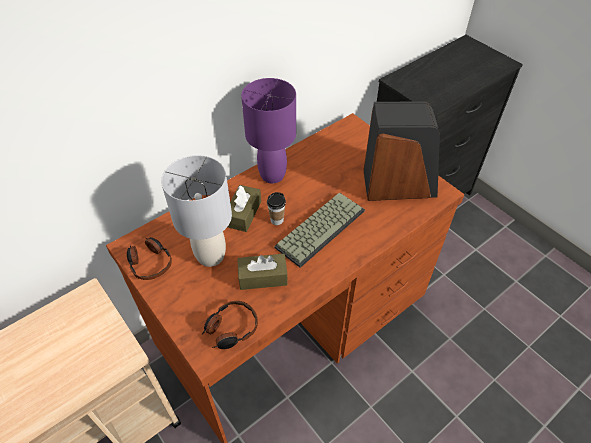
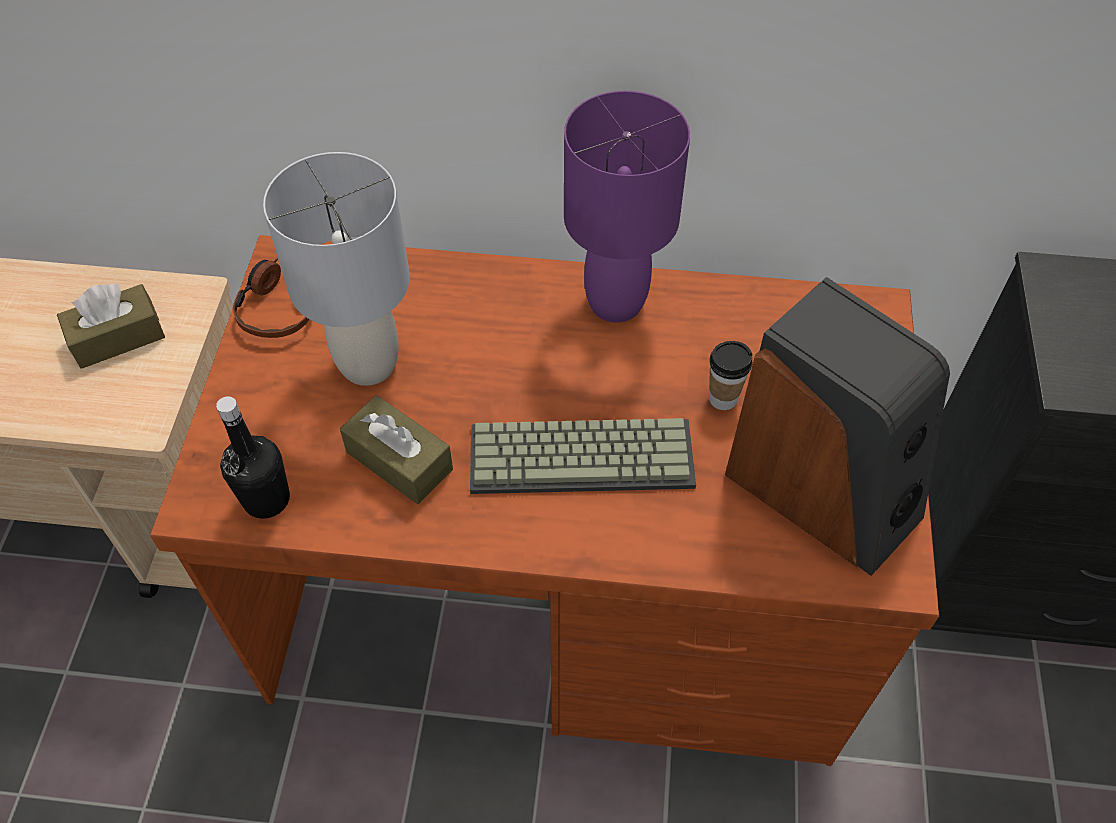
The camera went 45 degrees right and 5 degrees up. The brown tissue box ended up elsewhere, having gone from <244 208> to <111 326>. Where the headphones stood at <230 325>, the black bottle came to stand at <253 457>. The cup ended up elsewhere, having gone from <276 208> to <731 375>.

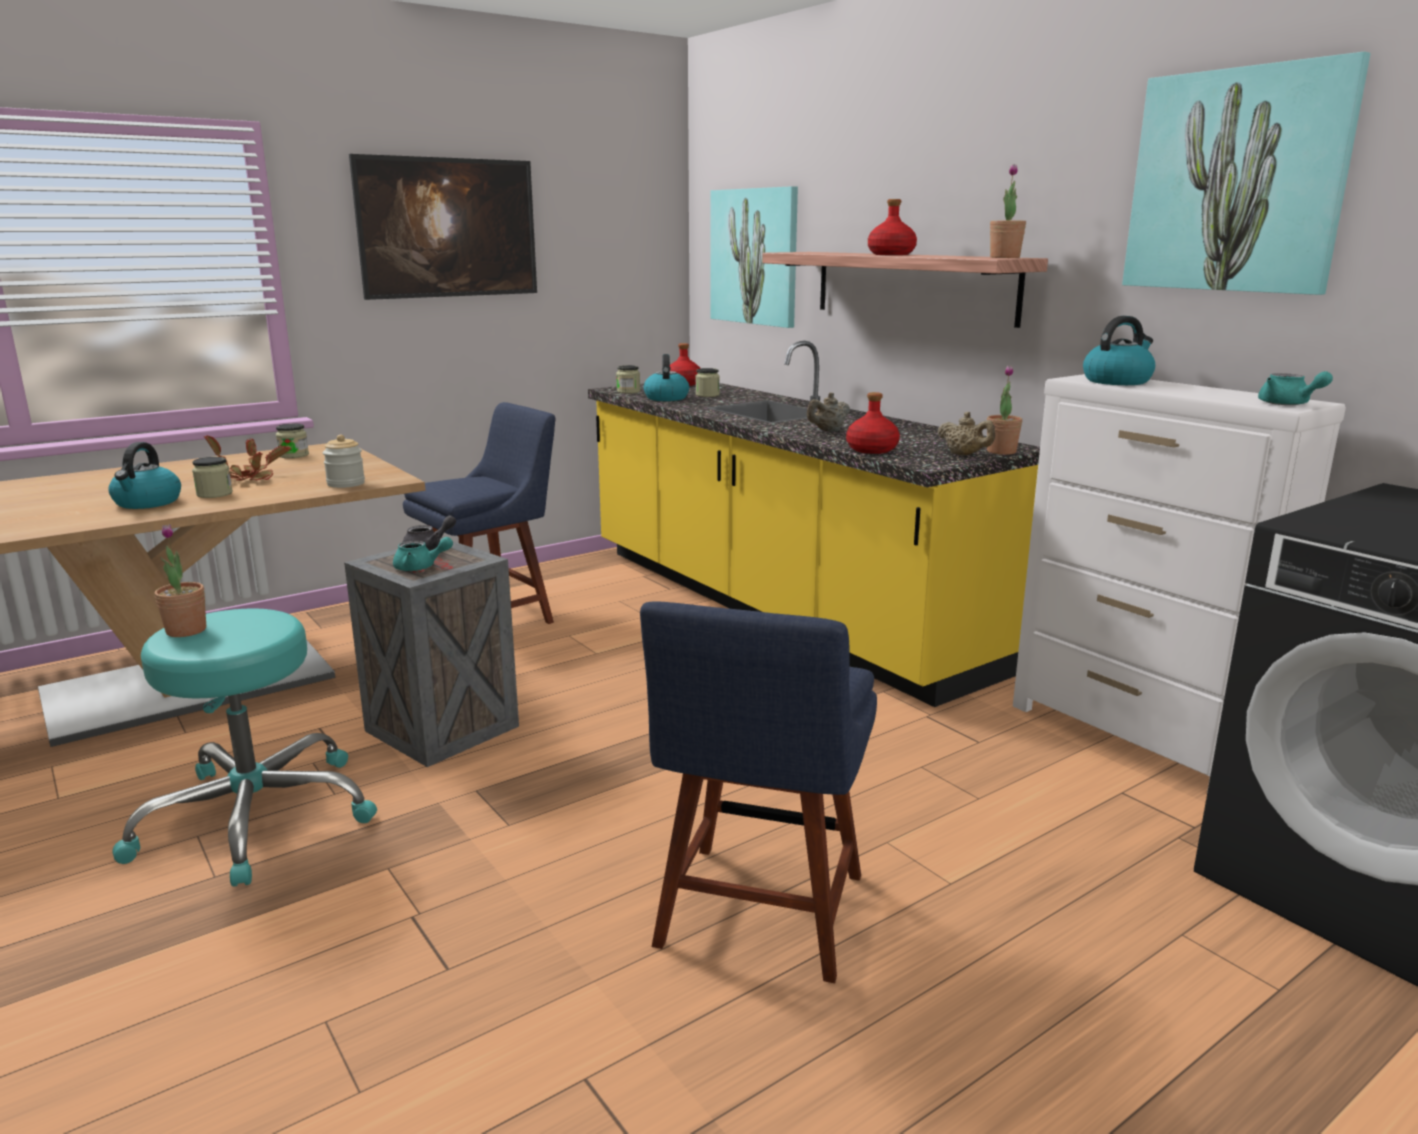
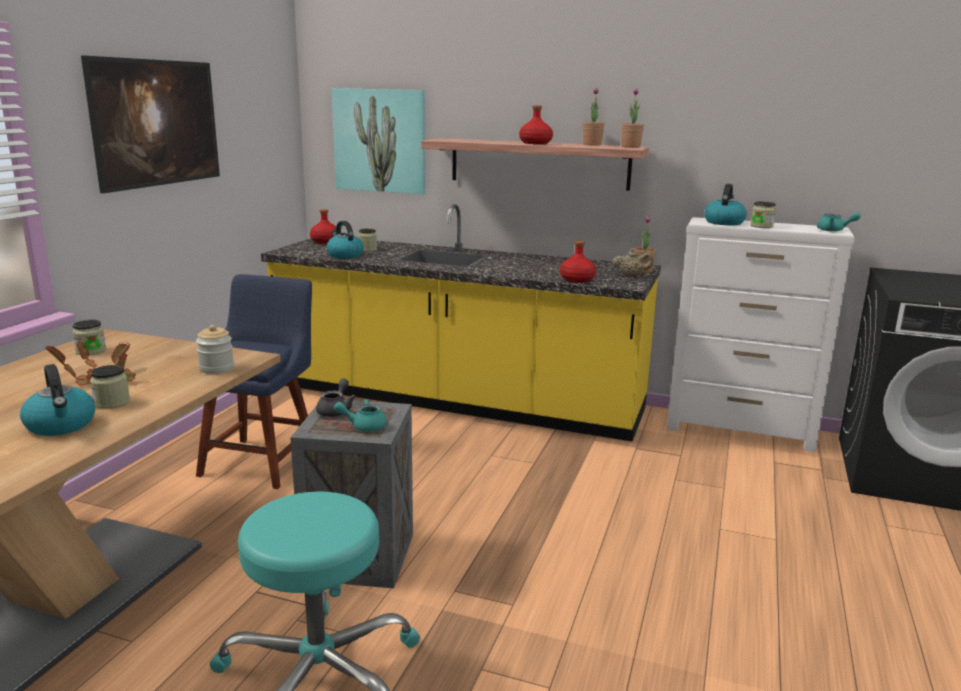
The camera went 35 degrees left and 0 degrees up. The turquoise teapot at <423 554> ended up facing another way, 150 degrees counterclockwise from before. The potted plant ended up elsewhere, having gone from <180 580> to <594 116>. The jar ended up elsewhere, having gone from <628 379> to <763 214>. The second view lost the blue chair at <758 792>. The second view lost the beige teapot at <828 412>. The second view lost the picture at <1246 173>.

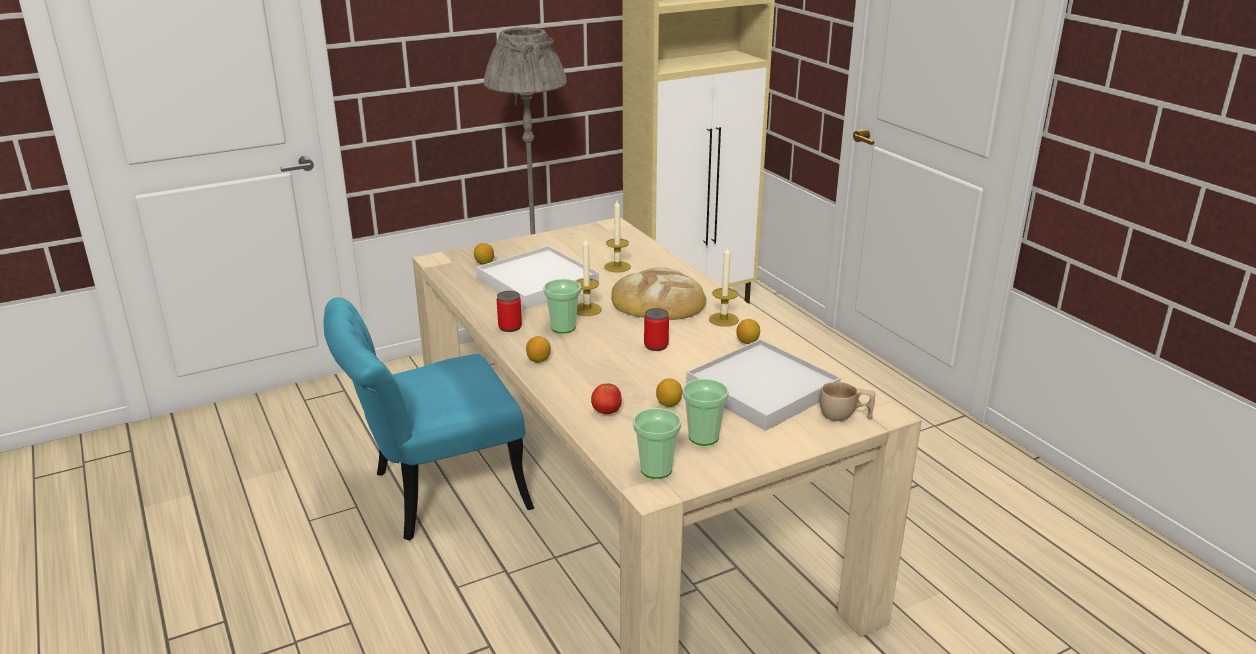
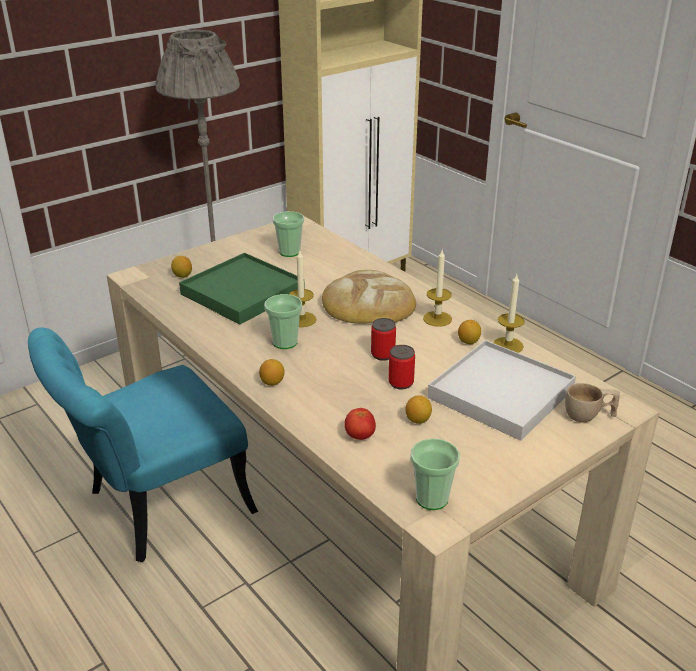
The camera went 10 degrees left and 5 degrees up. What was the white tray at <537 277> turned into the green tray at <242 289>. The cup ended up elsewhere, having gone from <706 412> to <288 234>. The can ended up elsewhere, having gone from <509 311> to <401 367>. The candle ended up elsewhere, having gone from <617 236> to <509 313>.

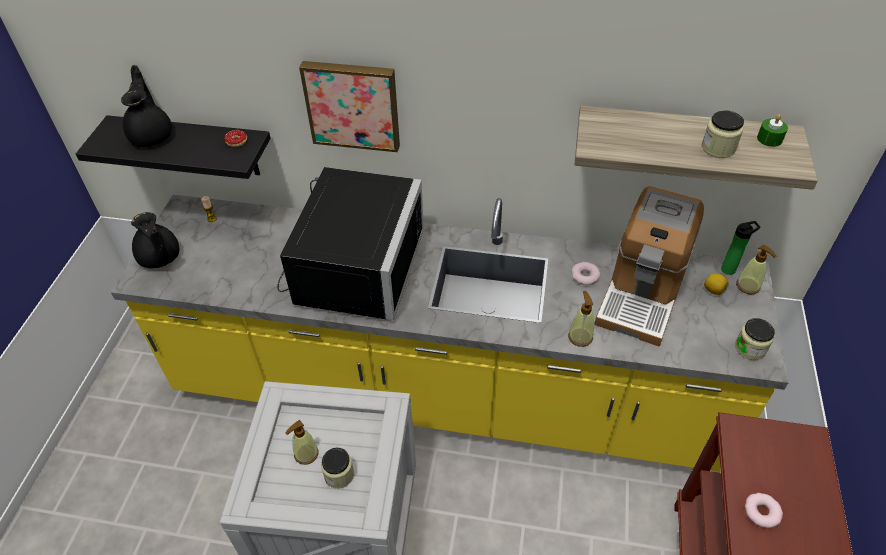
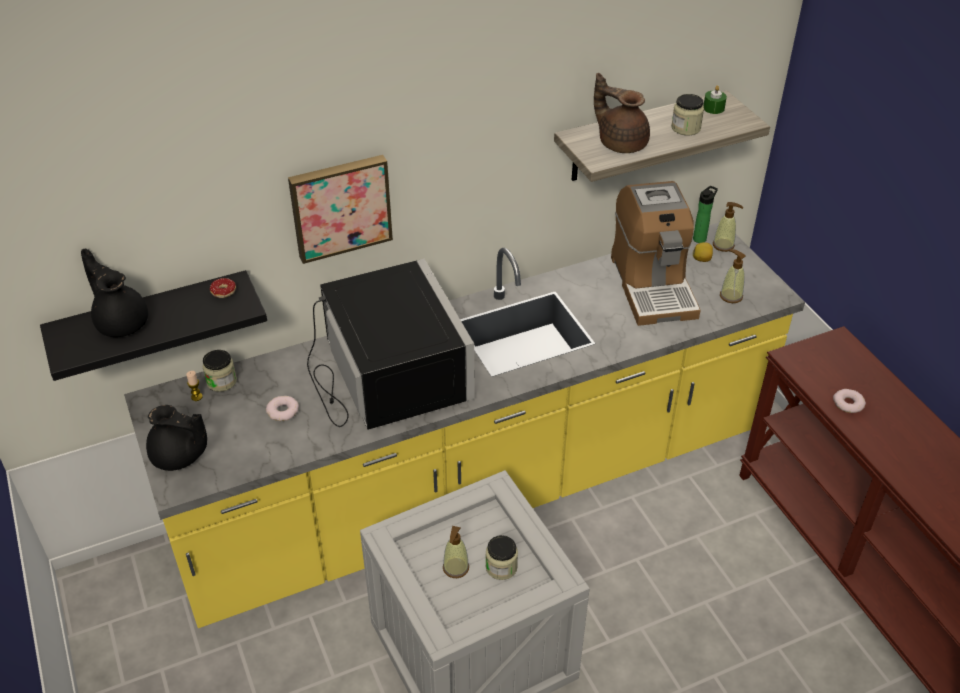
The camera went 35 degrees left and 5 degrees down. The jar ended up elsewhere, having gone from <755 339> to <220 371>. The donut ended up elsewhere, having gone from <586 273> to <282 408>. The second view gained the brown teapot at <622 113>. The soap dispenser ended up elsewhere, having gone from <581 319> to <733 276>.

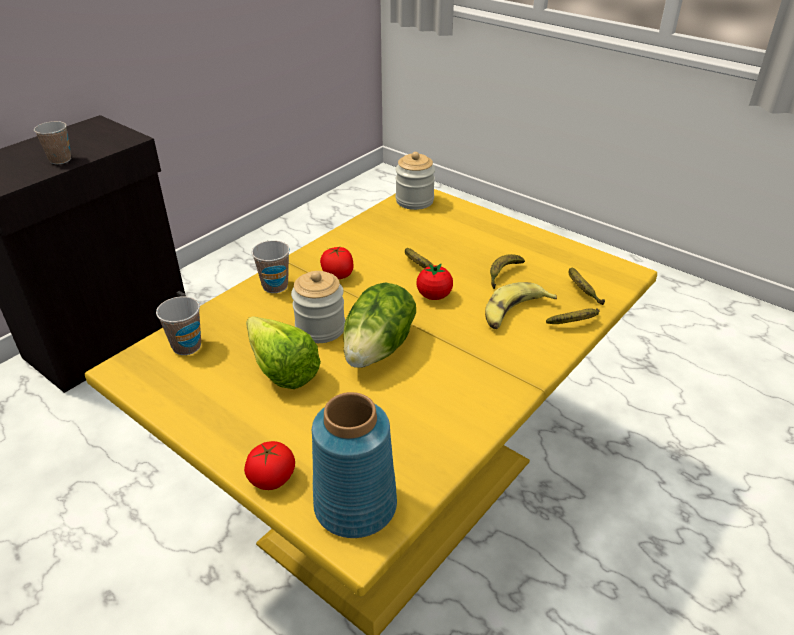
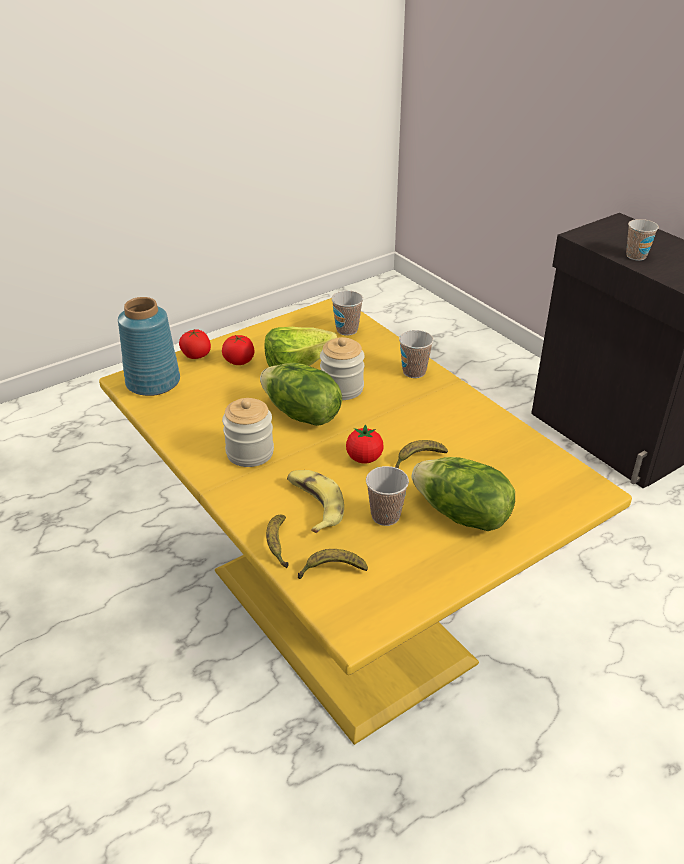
The camera went 105 degrees right and 0 degrees up. The tomato ended up elsewhere, having gone from <336 263> to <238 350>. The jar ended up elsewhere, having gone from <415 181> to <248 432>. Where the banana stood at <507 271>, the cup came to stand at <387 496>. The second view gained the lettuce at <463 494>.

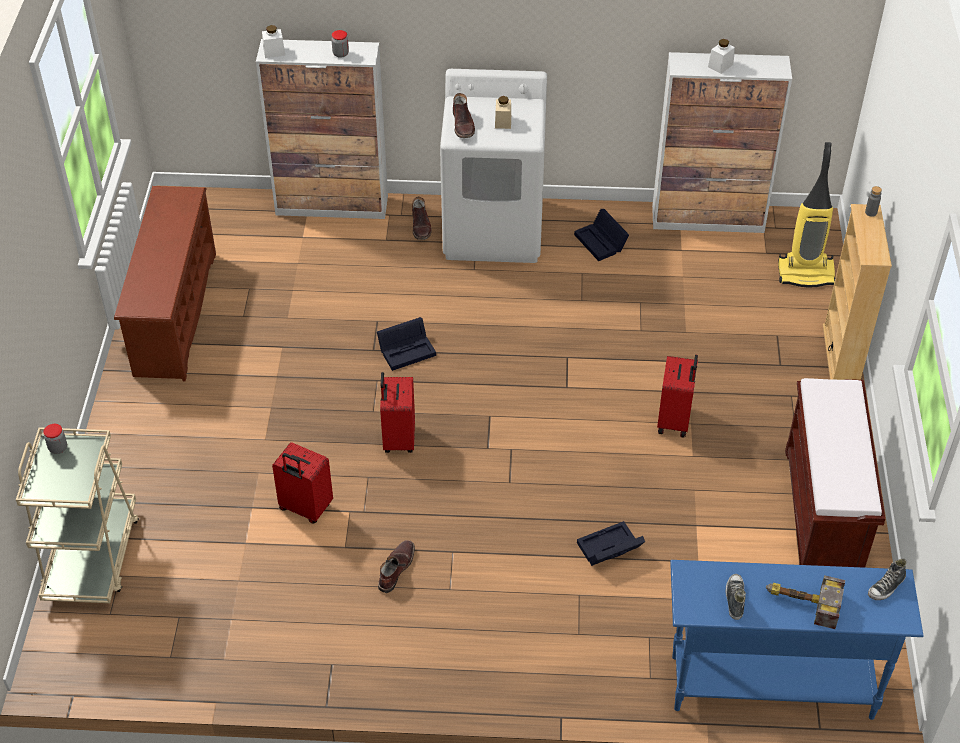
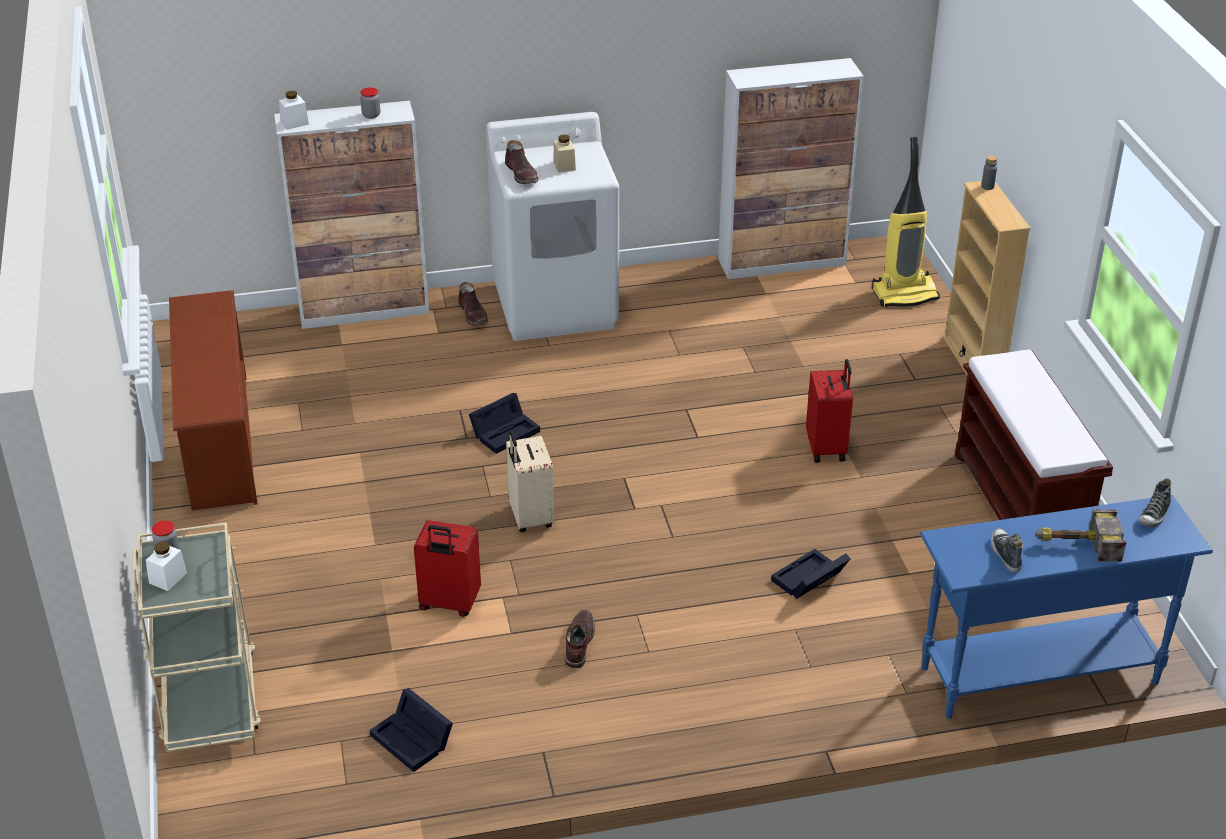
The camera went 15 degrees left and 10 degrees down. The white jar ended up elsewhere, having gone from <721 56> to <166 566>. The black storage box ended up elsewhere, having gone from <601 235> to <411 730>. What was the red suitcase at <397 412> turned into the beige suitcase at <530 481>.

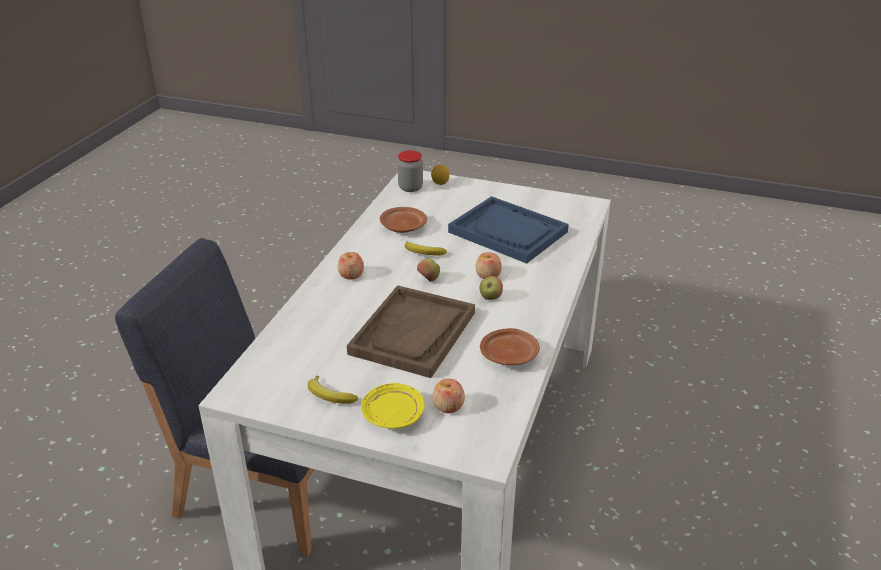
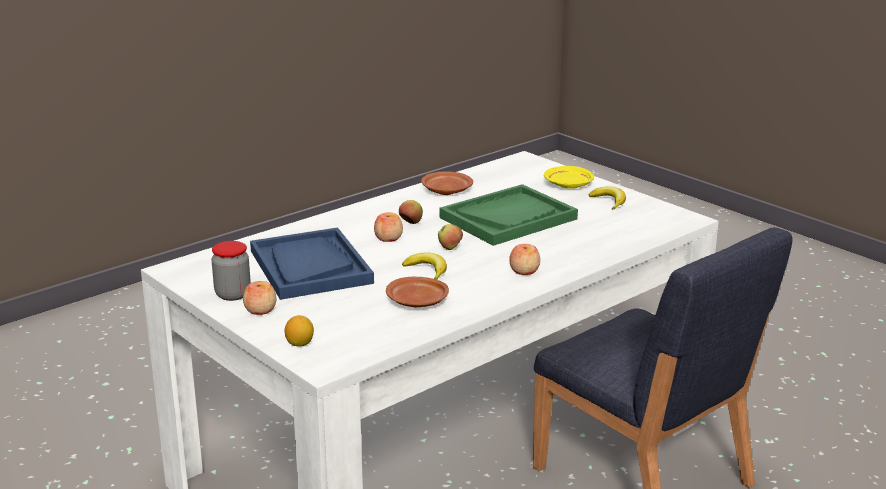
The camera went 150 degrees left and 10 degrees down. The jar ended up elsewhere, having gone from <410 171> to <231 271>. The apple ended up elsewhere, having gone from <448 396> to <259 298>. What was the brown tray at <411 331> turned into the green tray at <508 215>.

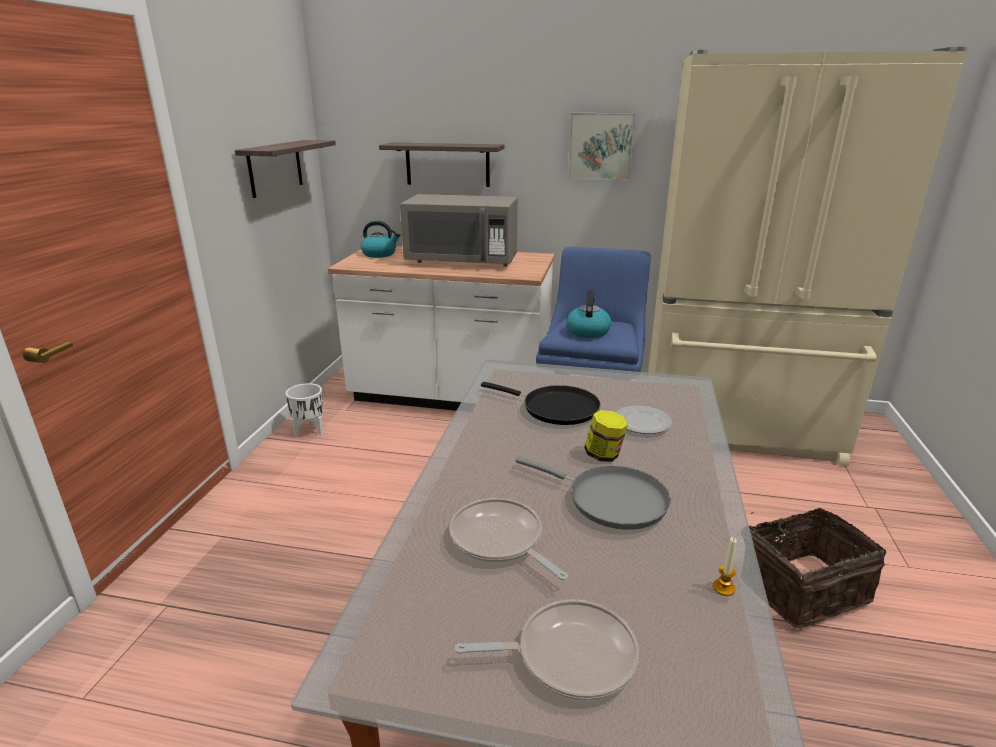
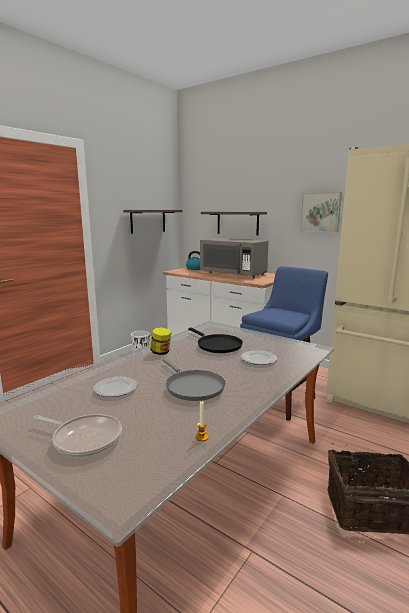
The camera went 25 degrees right and 10 degrees down. Where the frying pan stood at <508 539>, the plate came to stand at <115 387>. The jar ended up elsewhere, having gone from <606 436> to <160 341>. The second view lost the kettle at <589 314>.

